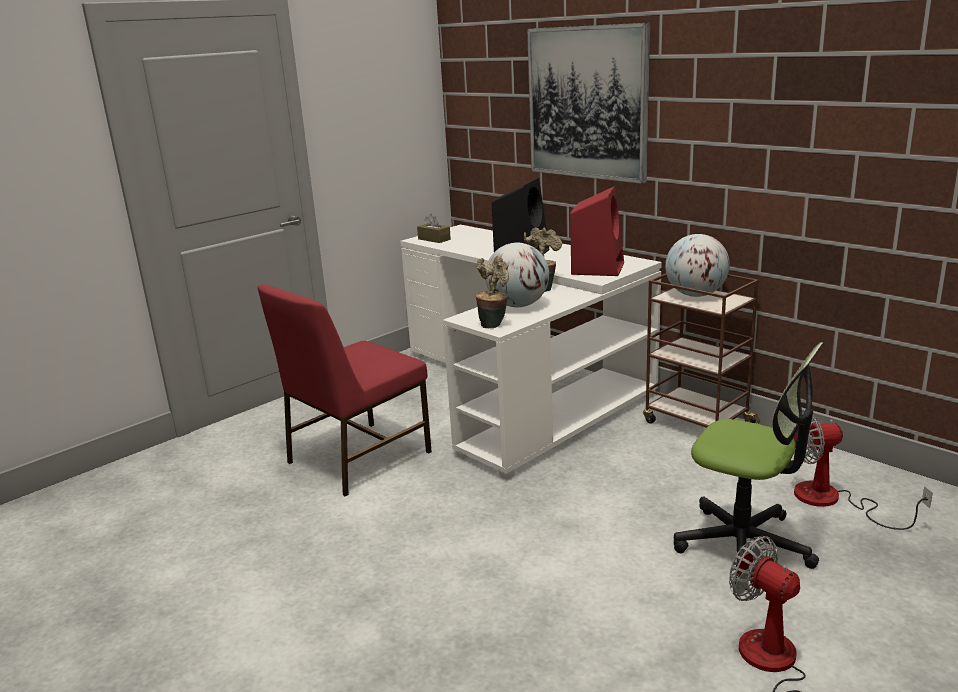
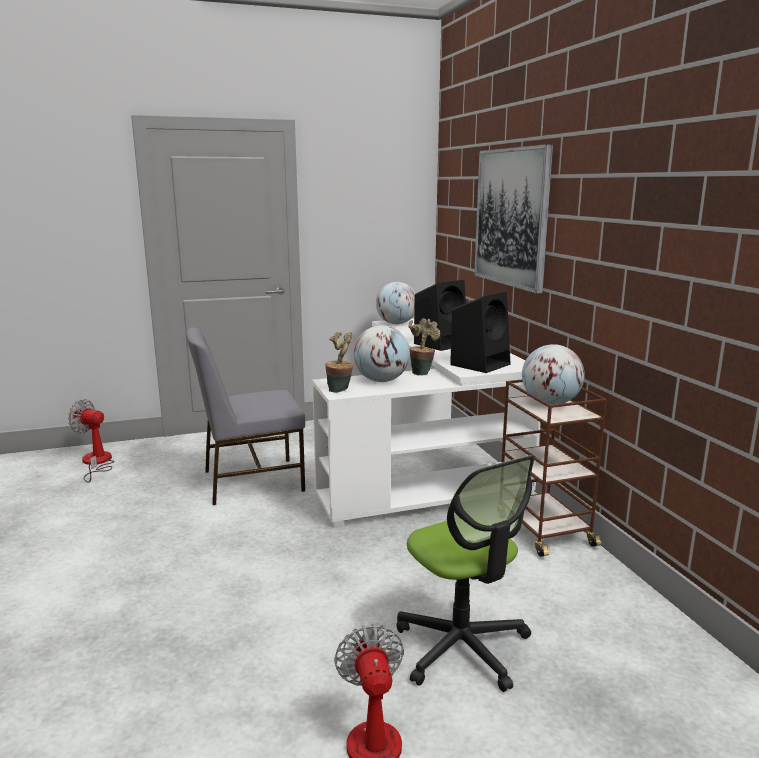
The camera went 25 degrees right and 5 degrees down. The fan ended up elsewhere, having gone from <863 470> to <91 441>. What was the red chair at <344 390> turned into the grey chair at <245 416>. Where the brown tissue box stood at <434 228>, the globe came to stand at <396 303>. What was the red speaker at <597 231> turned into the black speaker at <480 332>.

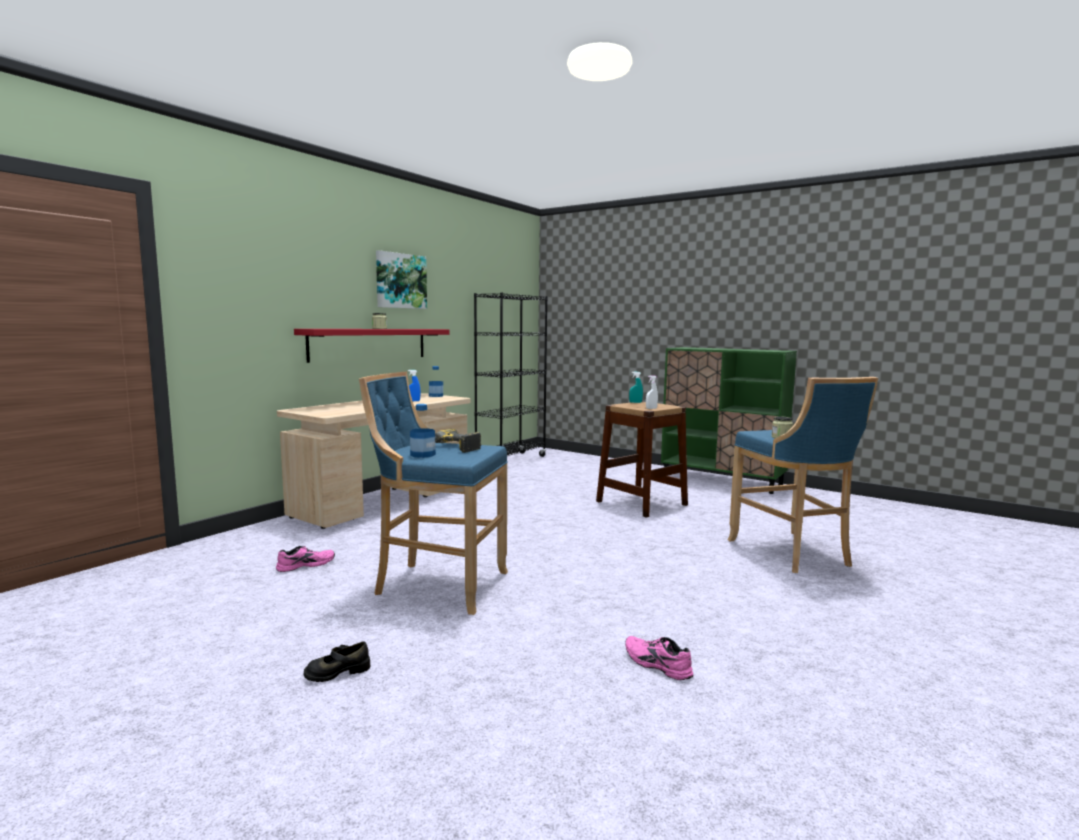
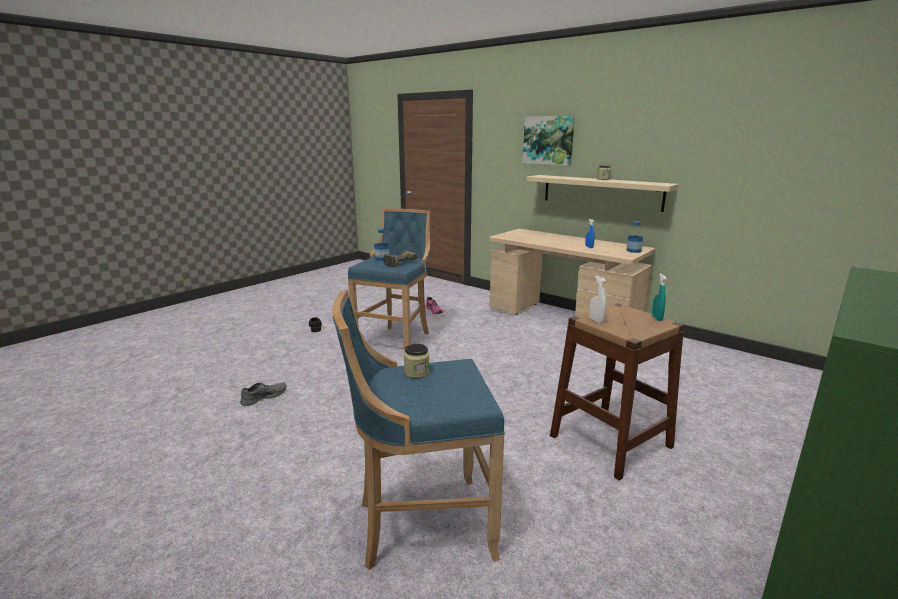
The camera went 95 degrees right and 10 degrees up. What was the pink shoe at <659 658> turned into the grey shoe at <263 394>. The picture ended up elsewhere, having gone from <401 279> to <549 141>. What was the red shelf at <371 346> turned into the beige shelf at <602 193>. The second view lost the black bookcase at <511 375>.

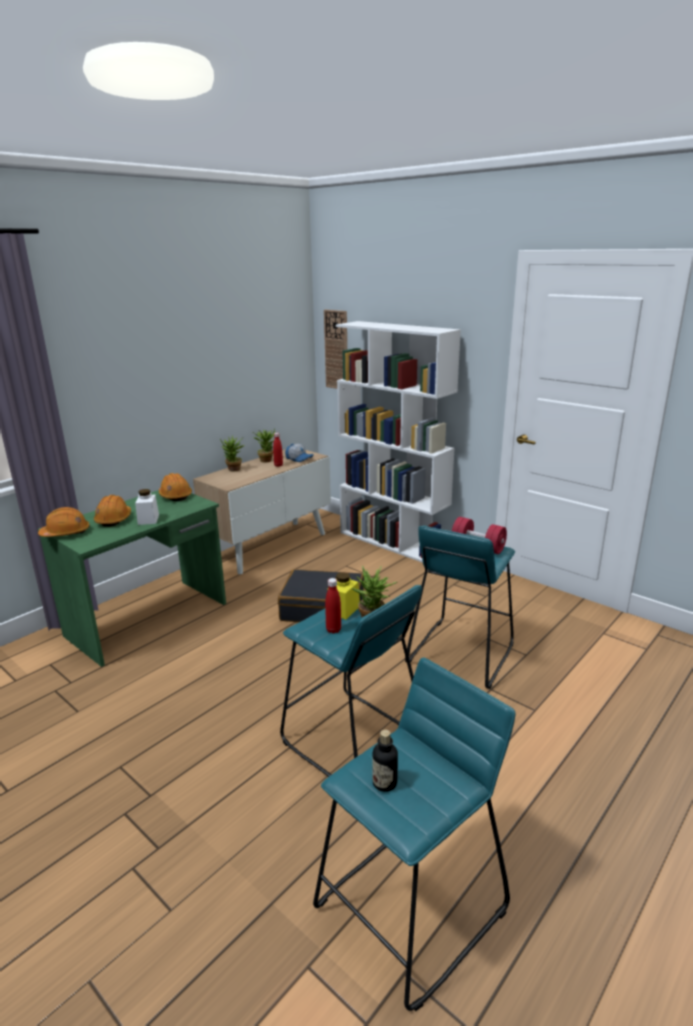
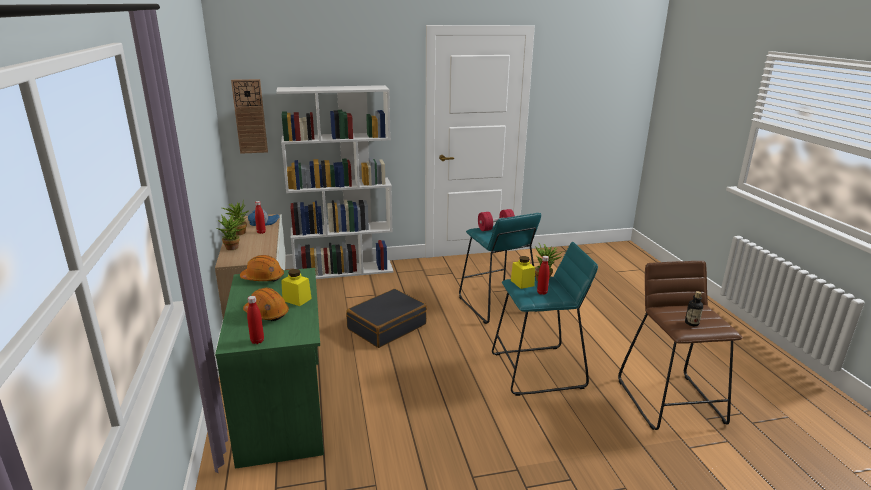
The camera went 55 degrees left and 0 degrees up. Where the orange hard hat stood at <64 522>, the red bottle came to stand at <255 320>. What was the white jar at <147 507> turned into the yellow jar at <296 287>. What was the turquoise stool at <414 834> turned into the brown stool at <680 345>.

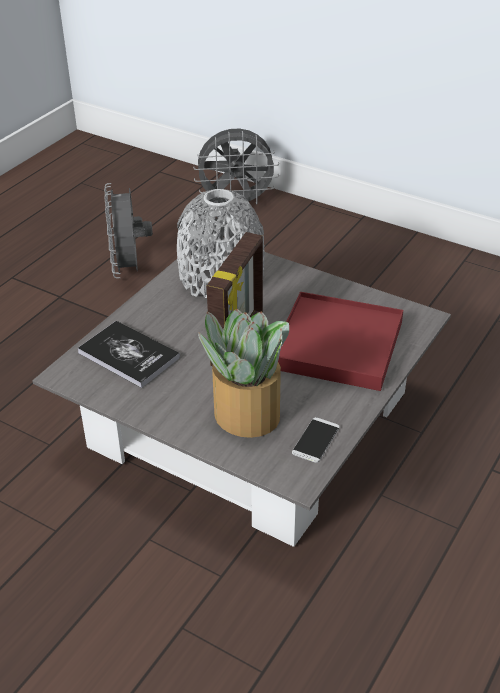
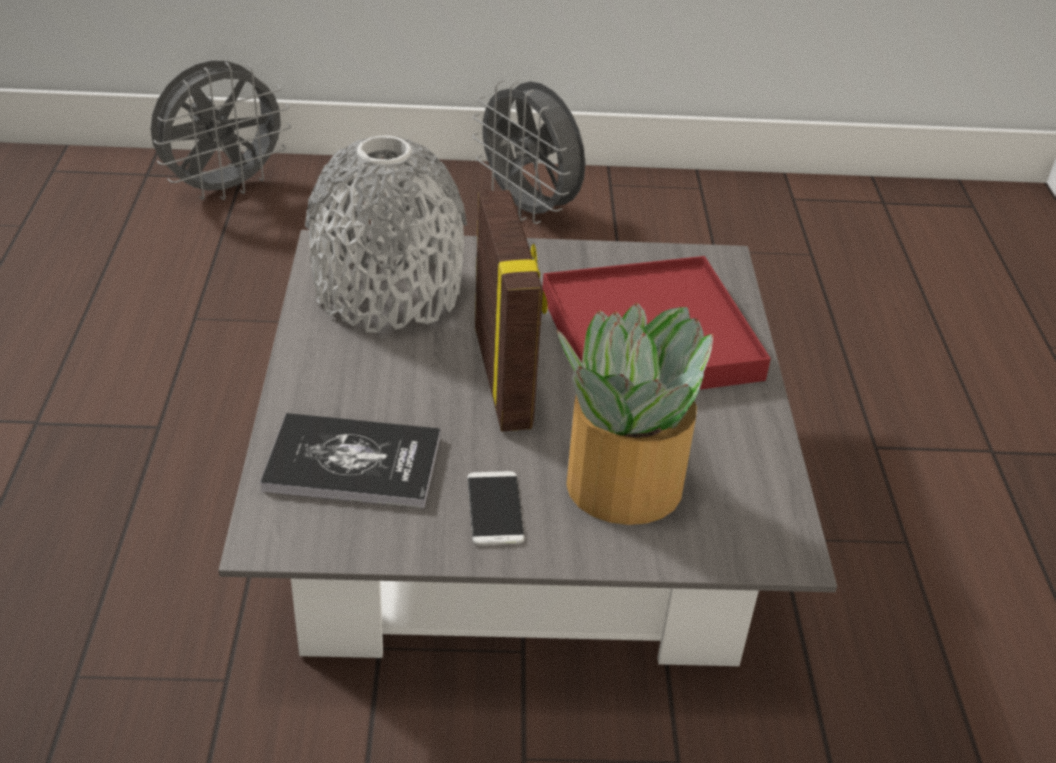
The camera went 35 degrees left and 0 degrees up. The phone ended up elsewhere, having gone from <316 440> to <496 508>. The grey fan ended up elsewhere, having gone from <128 230> to <529 152>.

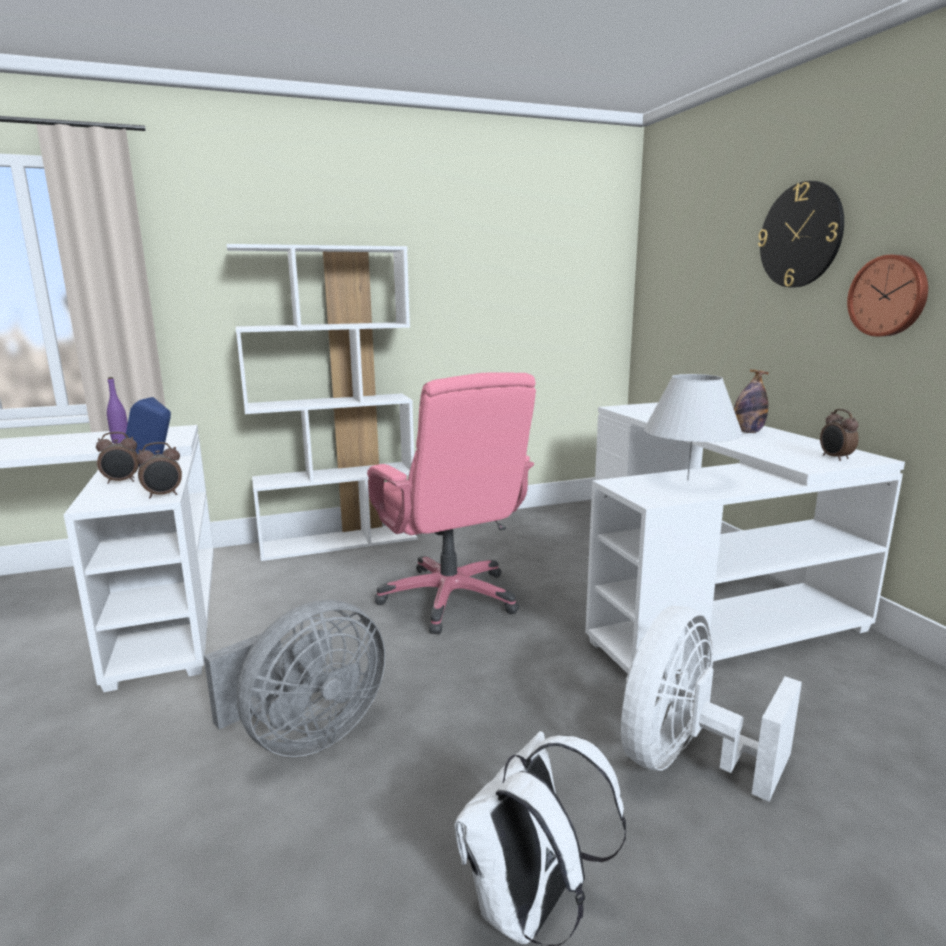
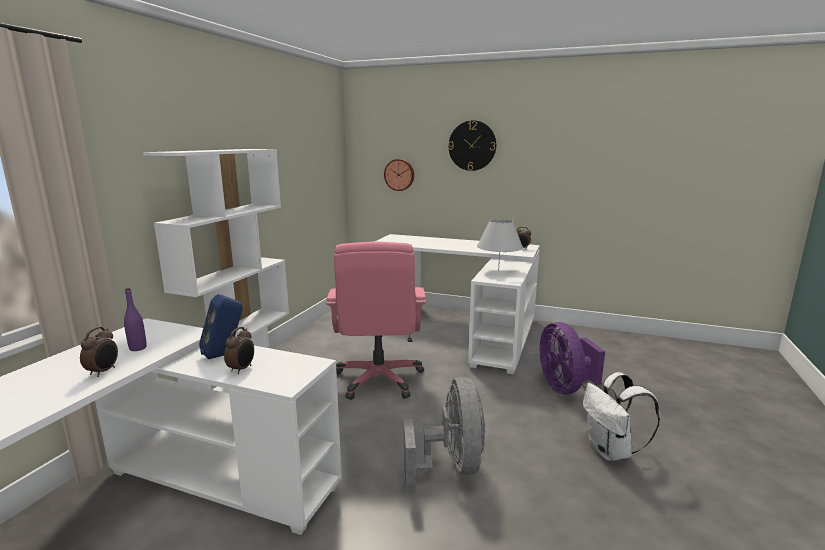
The camera went 50 degrees left and 0 degrees up. The alarm clock ended up elsewhere, having gone from <159 470> to <99 352>. The pink office chair at <451 503> ended up facing another way, 75 degrees clockwise from before. The wall clock ended up elsewhere, having gone from <887 296> to <399 175>. What was the white fan at <711 704> turned into the purple fan at <572 358>. The second view lost the bottle at <751 401>.

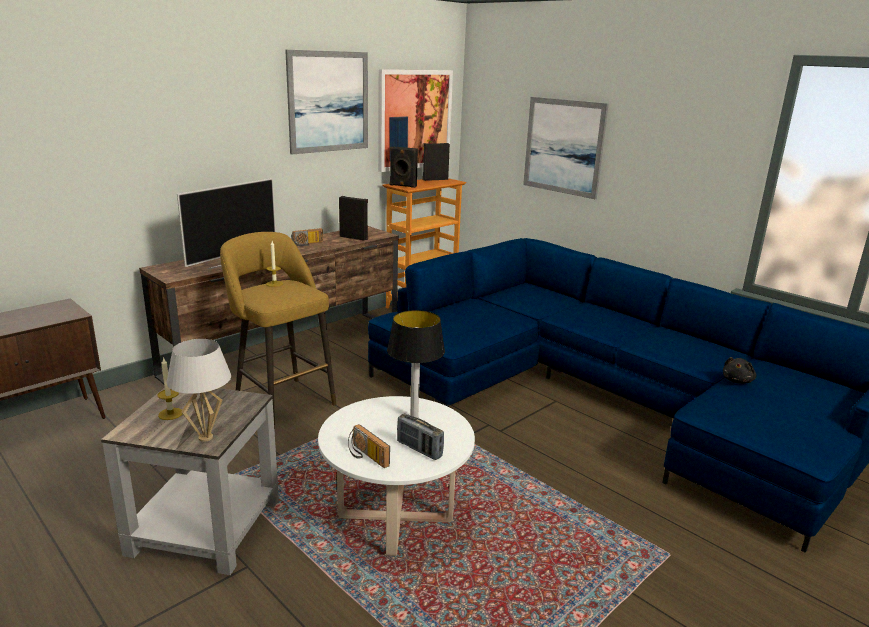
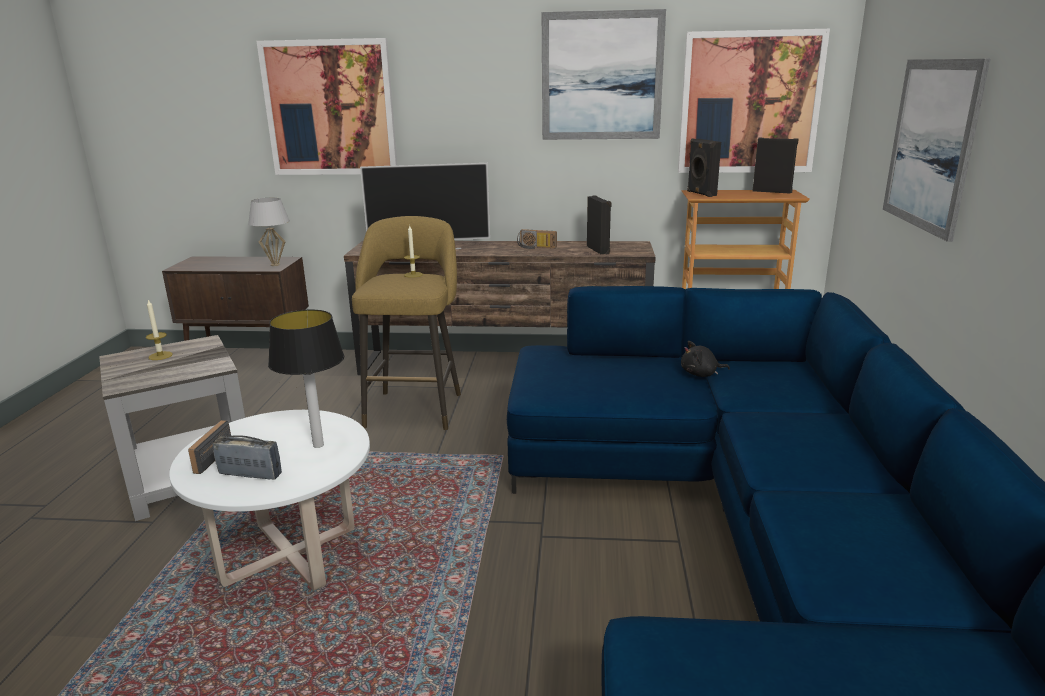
The camera went 50 degrees right and 0 degrees up. The radio at <420 436> ended up facing another way, 105 degrees clockwise from before. The white table lamp ended up elsewhere, having gone from <199 390> to <269 232>. The second view gained the picture at <326 106>. The black plush toy ended up elsewhere, having gone from <740 370> to <705 359>.

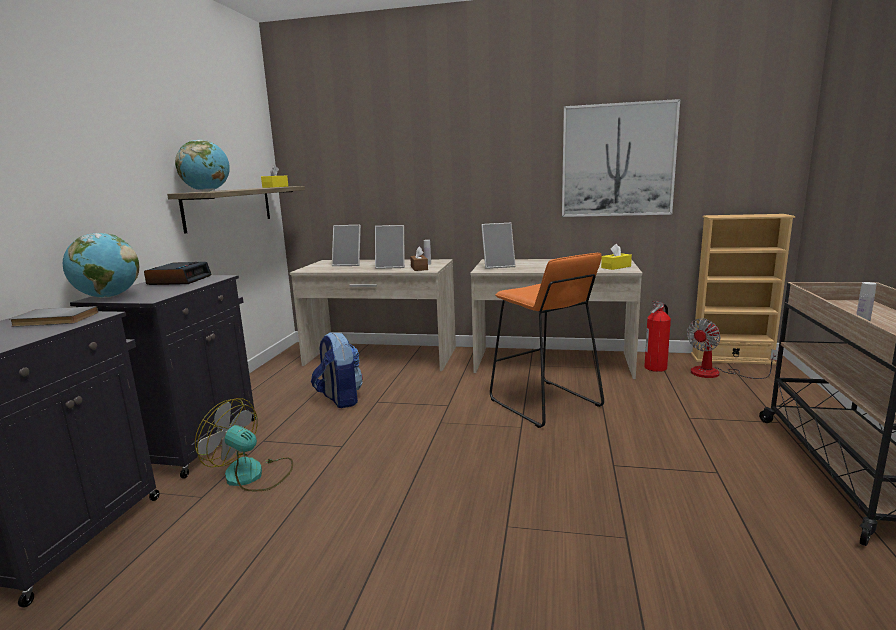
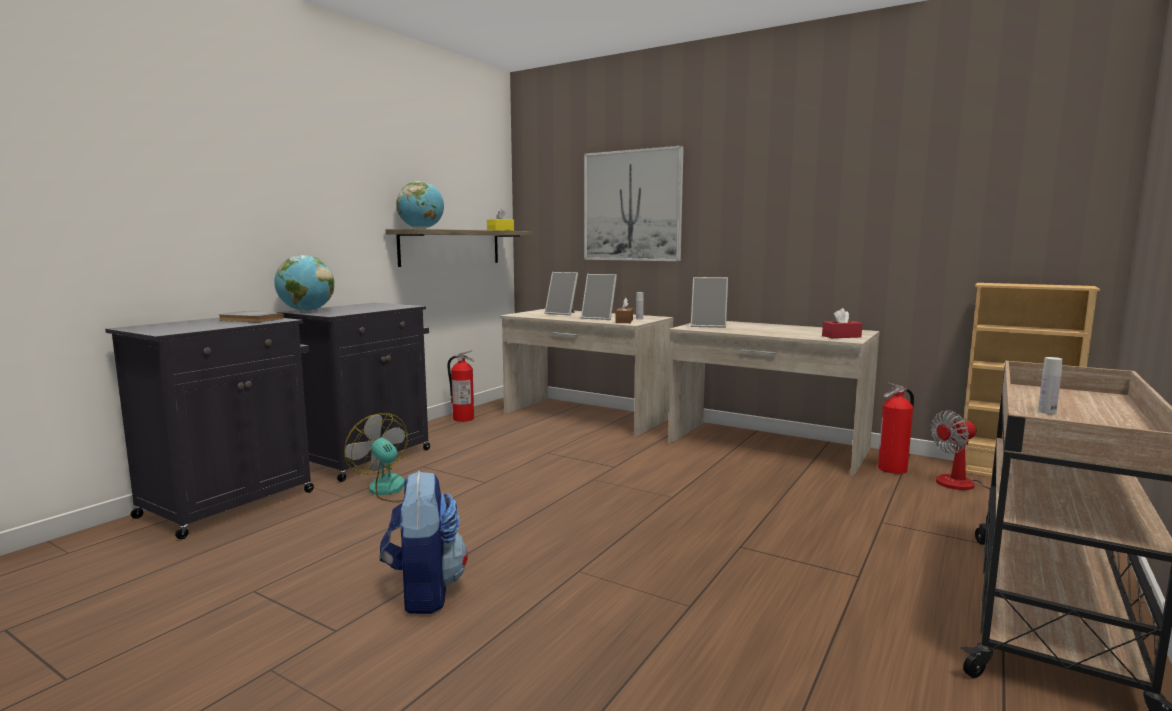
The camera went 20 degrees right and 5 degrees down. The backpack ended up elsewhere, having gone from <337 370> to <424 542>. The second view gained the fire extinguisher at <461 386>. The picture ended up elsewhere, having gone from <621 158> to <634 203>. What was the yellow tissue box at <616 257> turned into the red tissue box at <842 323>. The second view lost the alarm clock at <177 273>. The second view lost the orange stool at <547 340>.

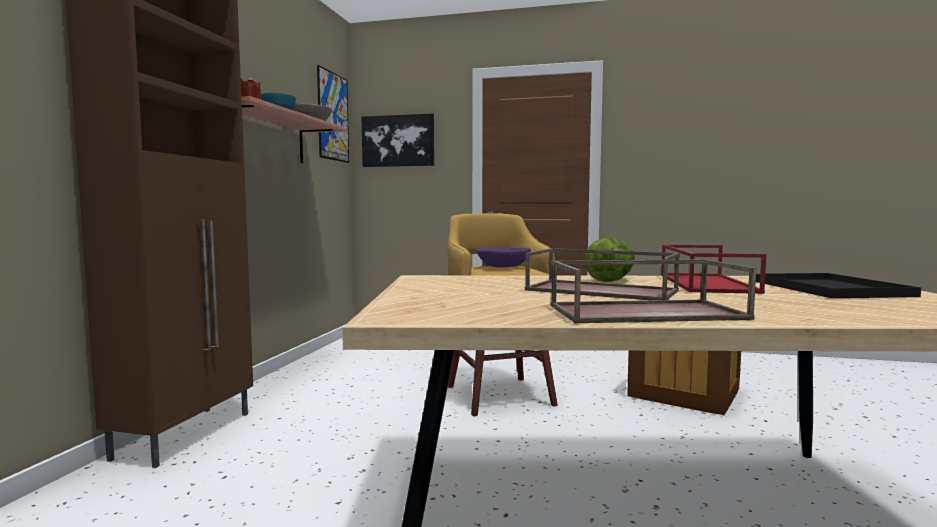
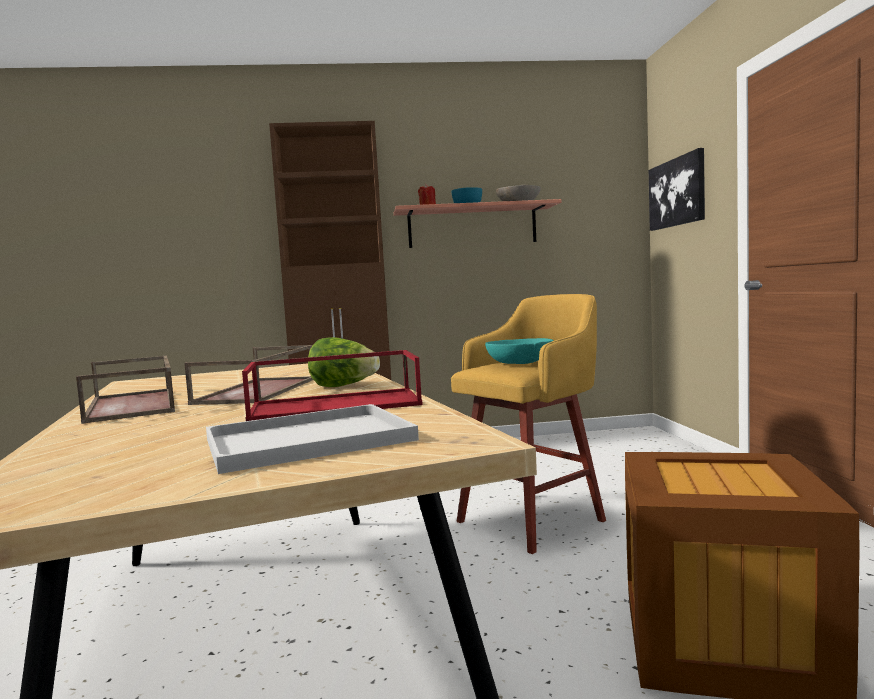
The camera went 70 degrees right and 0 degrees up. What was the black tray at <838 285> turned into the white tray at <312 439>. What was the purple bowl at <504 257> turned into the turquoise bowl at <519 351>. The second view lost the picture at <333 114>.

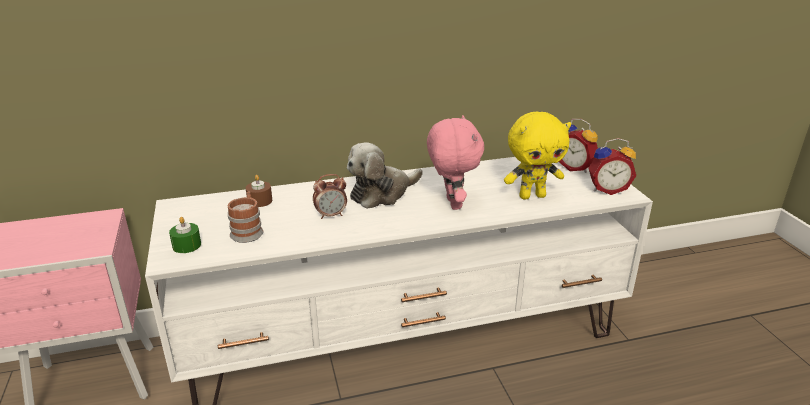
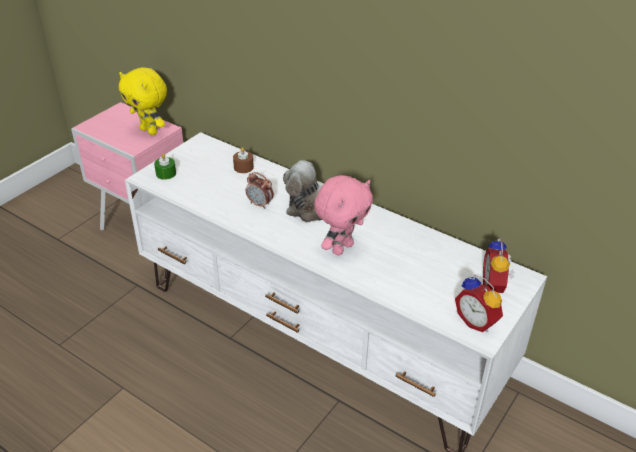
The camera went 50 degrees right and 10 degrees up. The yellow plush toy ended up elsewhere, having gone from <537 156> to <143 101>. The second view lost the mug at <245 217>.

